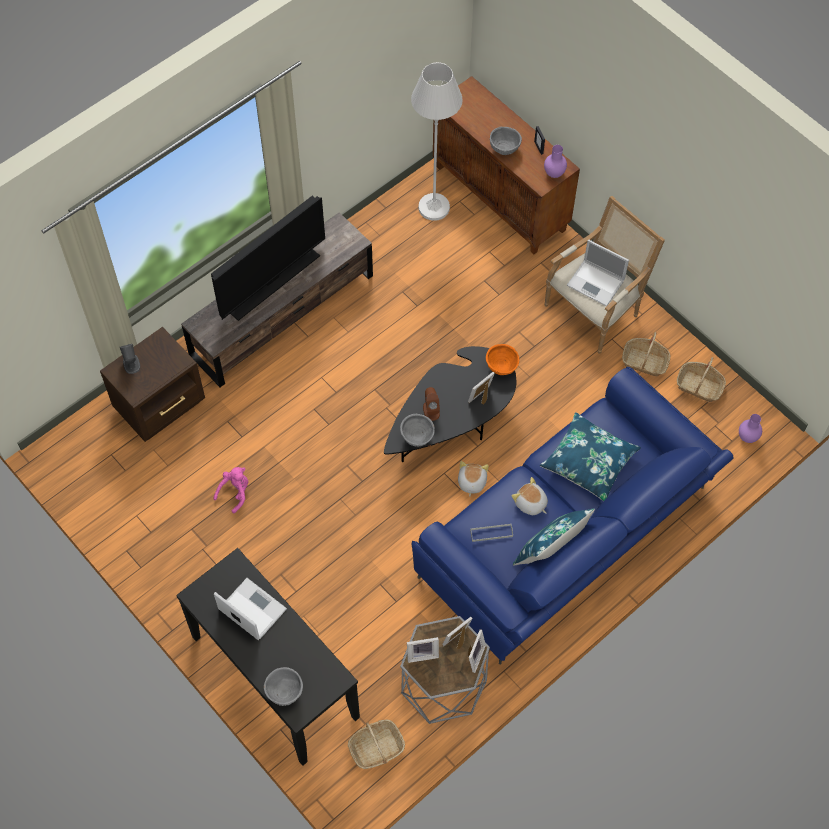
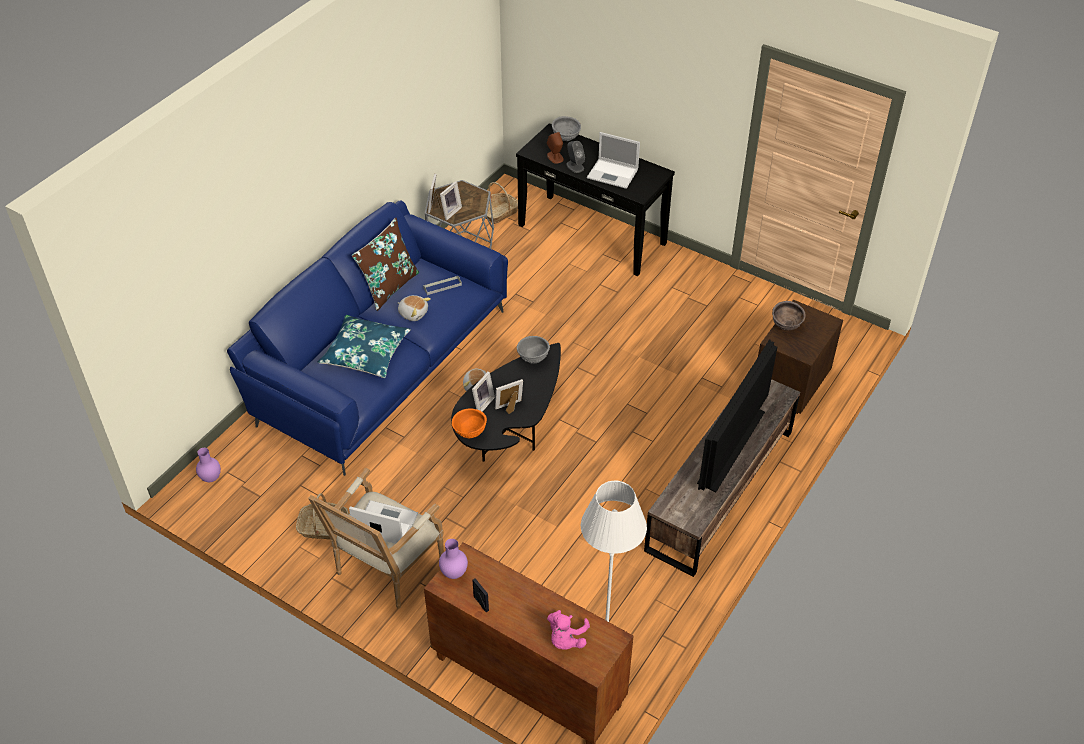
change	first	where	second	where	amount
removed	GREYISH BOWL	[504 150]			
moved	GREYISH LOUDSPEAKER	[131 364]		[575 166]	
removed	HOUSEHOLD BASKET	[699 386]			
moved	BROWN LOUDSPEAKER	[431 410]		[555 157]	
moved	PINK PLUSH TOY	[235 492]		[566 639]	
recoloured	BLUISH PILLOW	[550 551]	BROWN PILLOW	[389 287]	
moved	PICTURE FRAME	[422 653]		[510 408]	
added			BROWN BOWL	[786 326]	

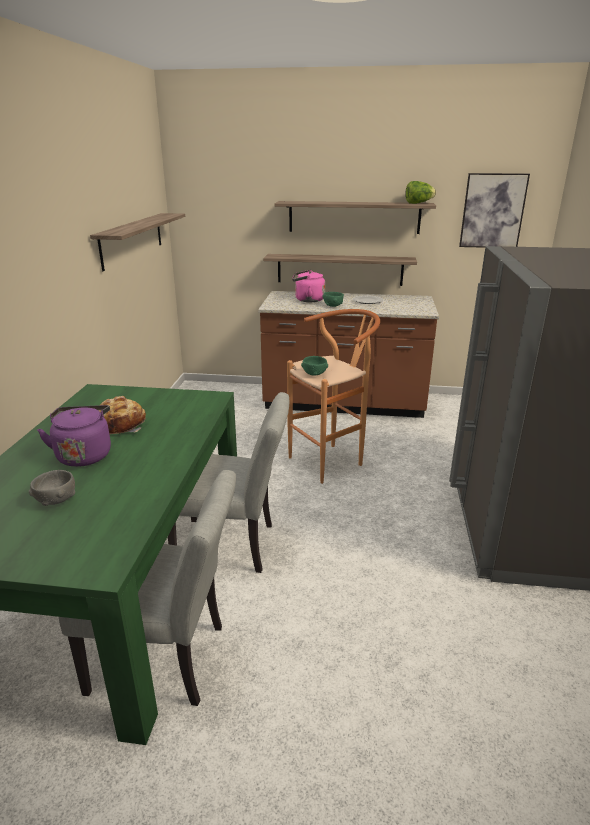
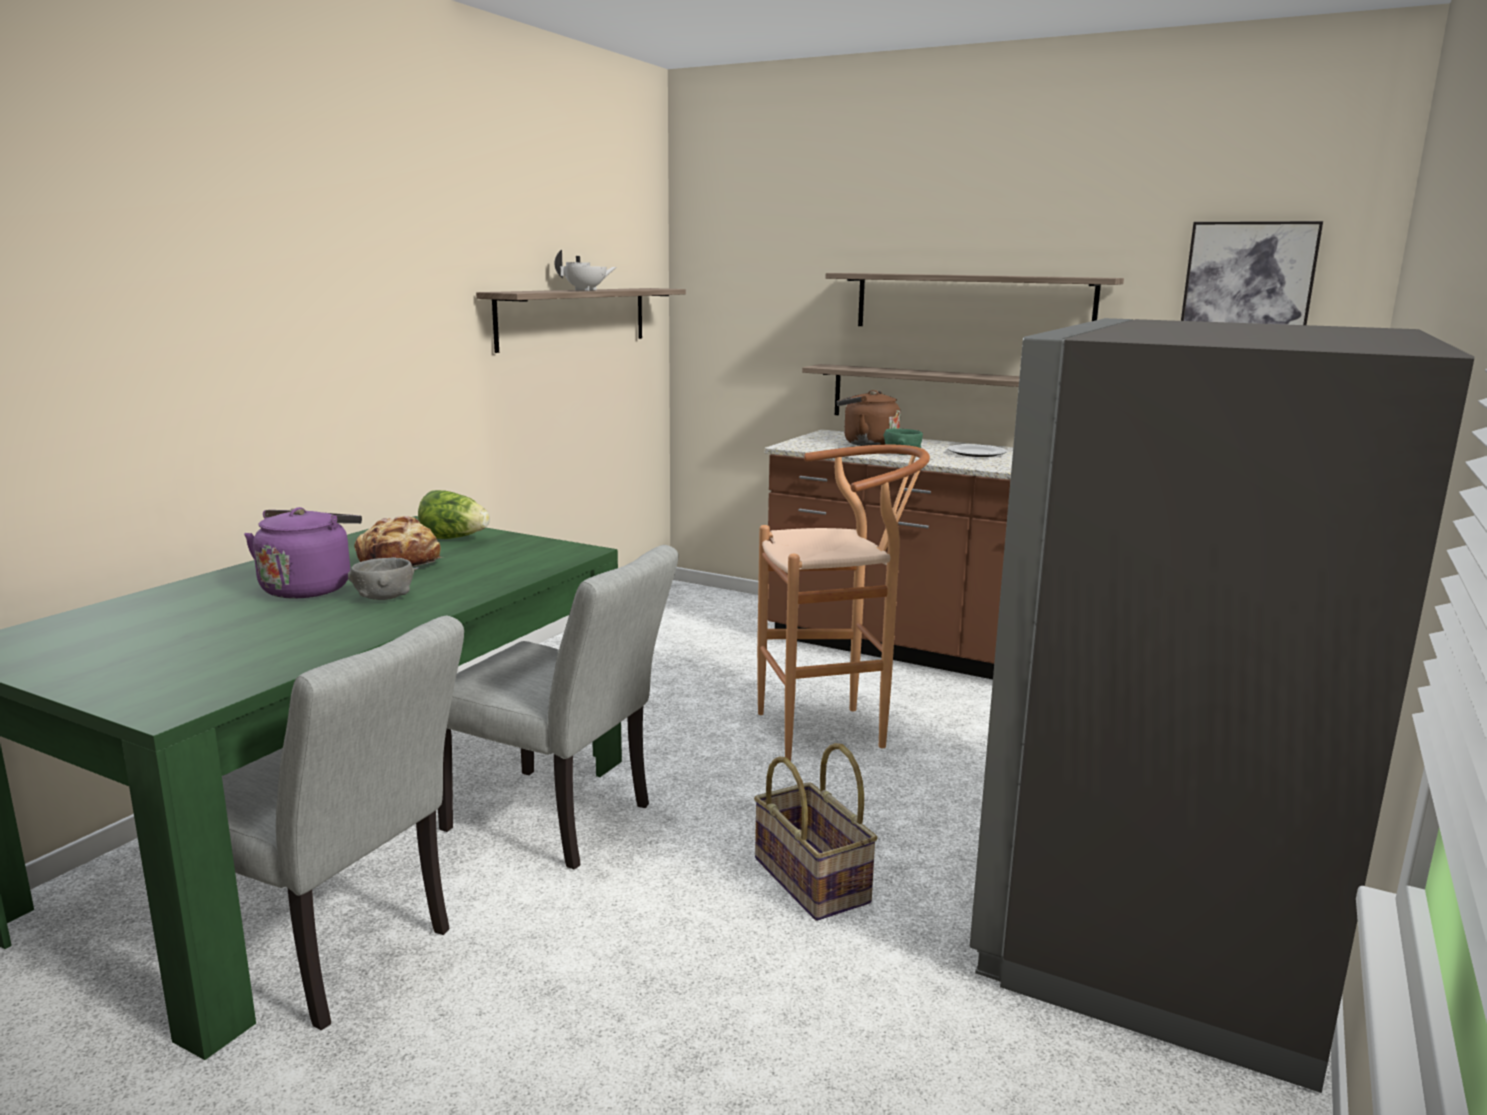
change	first	where	second	where	amount
moved	LETTUCE HEAD	[418 203]		[454 538]	
recoloured	PINK WATER KETTLE	[307 300]	BROWN WATER KETTLE	[866 444]	
removed	GREENISH BOWL	[314 374]			
moved	GREYISH BOWL	[56 500]		[384 598]	
added			WHITE TEAPOT	[586 290]	
added			HOUSEHOLD BASKET	[813 880]	

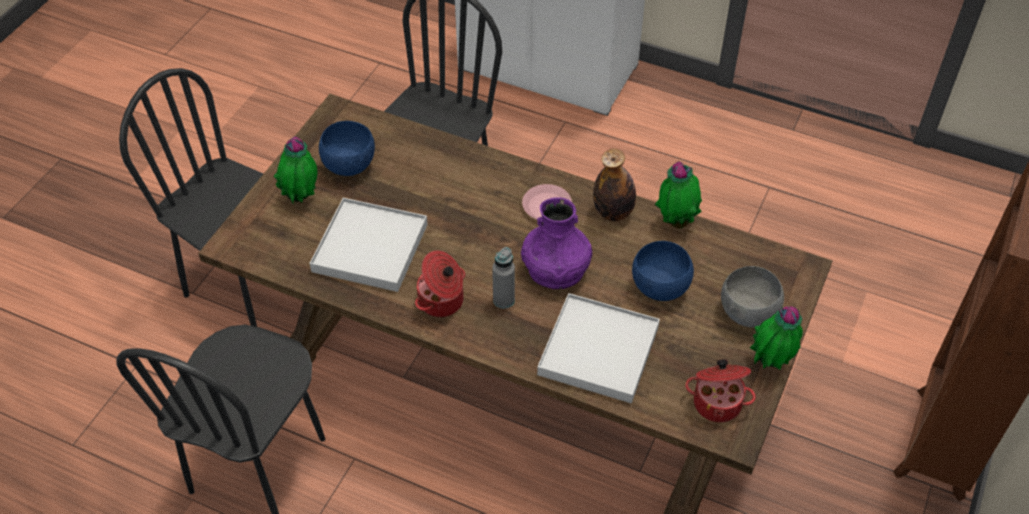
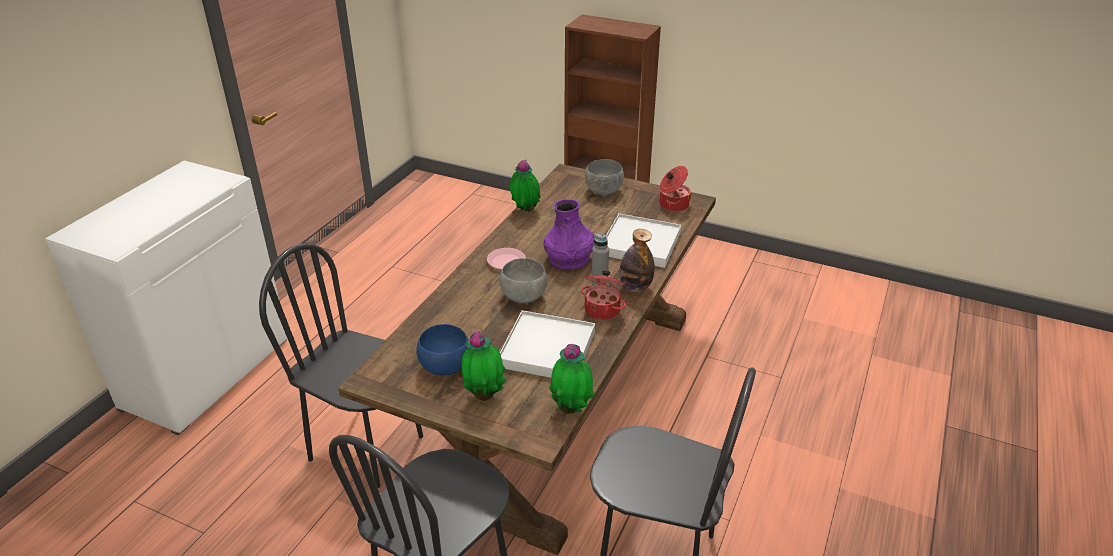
change	first	where	second	where	amount
moved	DRINK BOTTLE	[613 212]		[635 287]	
removed	BLUISH BOWL	[659 288]			
moved	POTTED PLANT	[770 364]		[571 409]	
added			GREYISH BOWL	[523 296]	

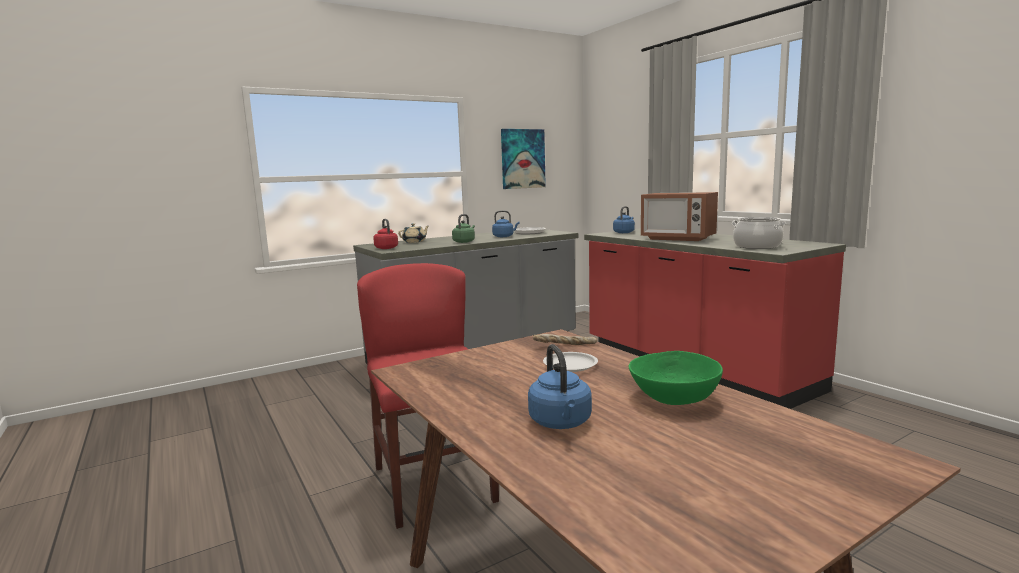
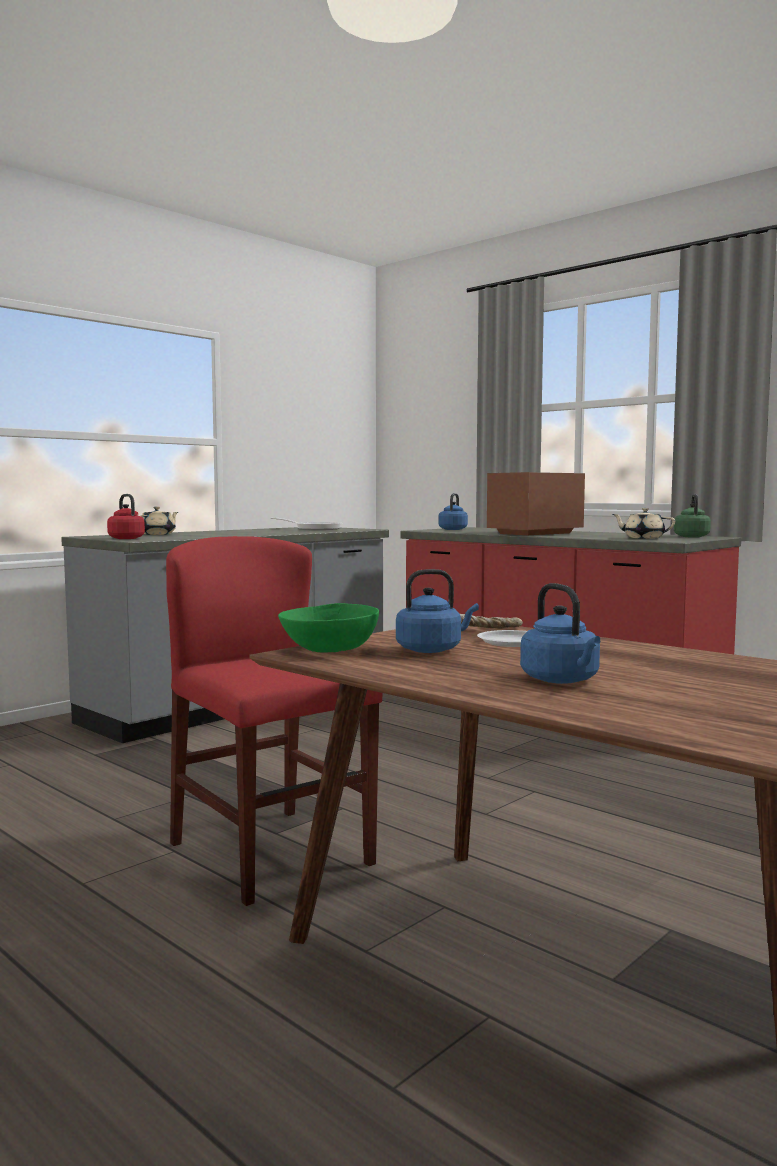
change	first	where	second	where	amount
removed	WALL PICTURE	[522 159]			
turned	KITCHEN MICROWAVE	[678 238]		[534 533]	120 degrees clockwise
moved	BLUISH WATER KETTLE	[504 236]		[432 649]	
moved	GREENISH WATER KETTLE	[464 242]		[691 536]	
replaced	SAUCEPOT	[756 246]	BEIGE TEAPOT	[643 538]	
moved	GREENISH BOWL	[674 398]		[329 649]	

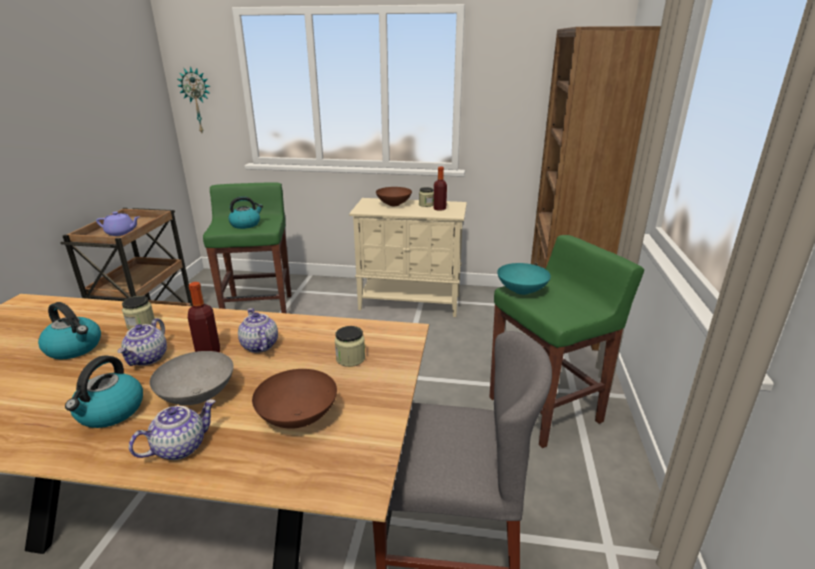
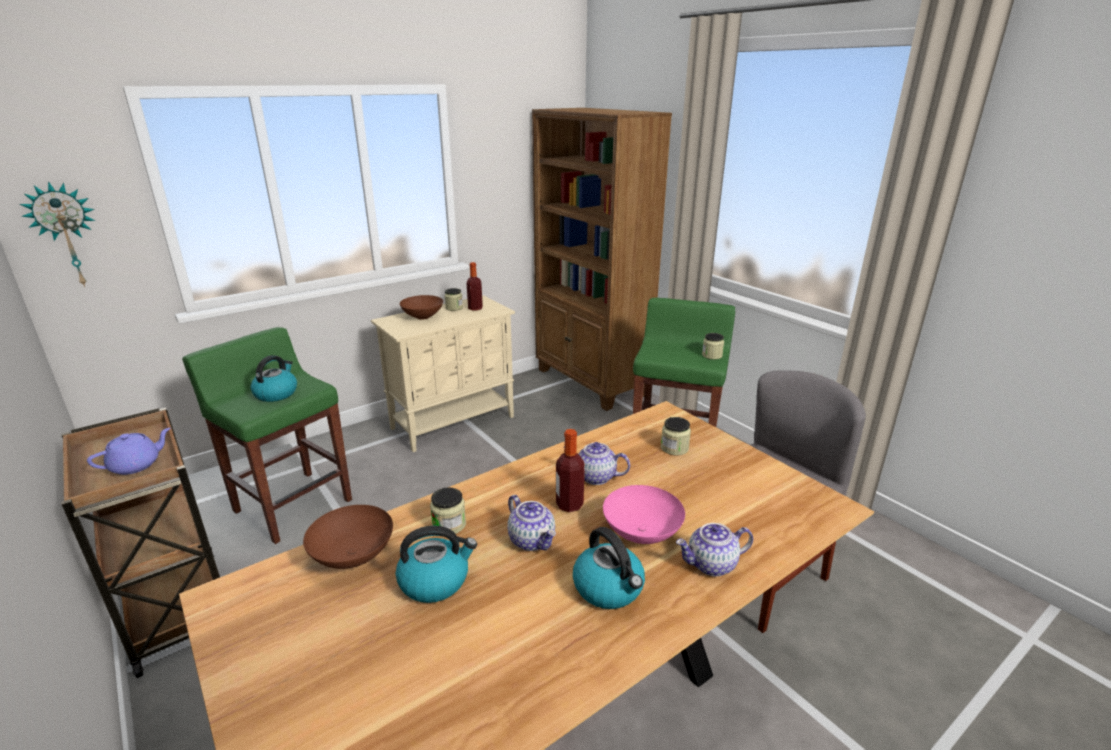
change	first	where	second	where	amount
removed	TURQUOISE BOWL	[521 290]			
recoloured	GREYISH BOWL	[196 396]	PINK BOWL	[641 534]	
moved	BROWN BOWL	[298 418]		[354 557]	
turned	TEAPOT	[180 447]		[711 565]	105 degrees counterclockwise
added			JAR	[712 355]	

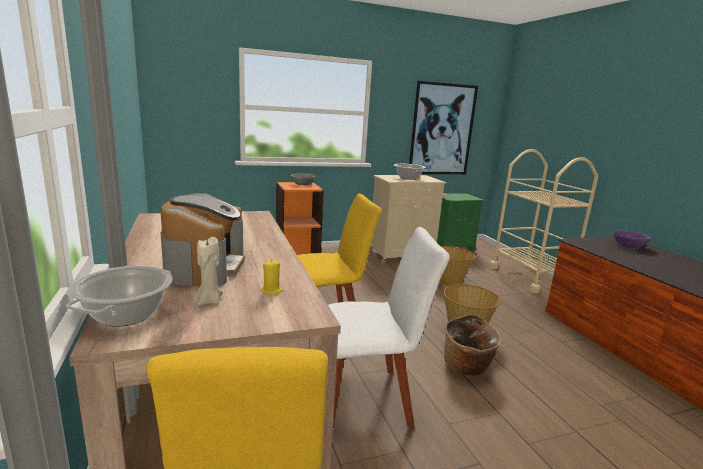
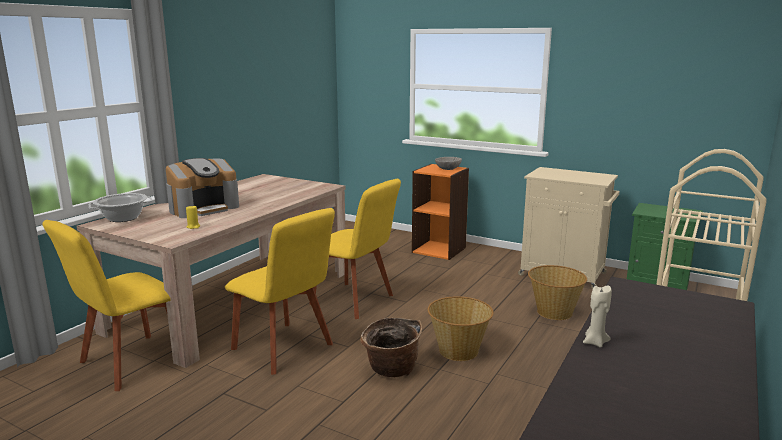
change	first	where	second	where	amount
removed	WALL PICTURE	[442 130]			
removed	SAUCEPOT	[408 178]			
recoloured	WHITE CHAIR	[369 398]	YELLOW-COLOURED CHAIR	[285 349]	
removed	PURPLISH BOWL	[629 246]			
moved	BEIGE WAX CANDLE	[209 301]		[595 342]	

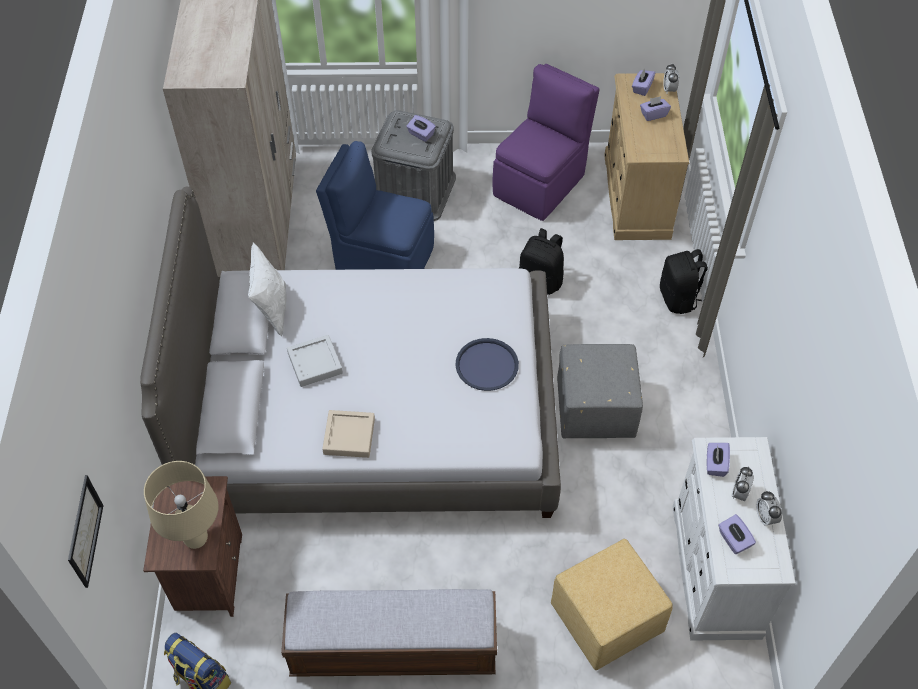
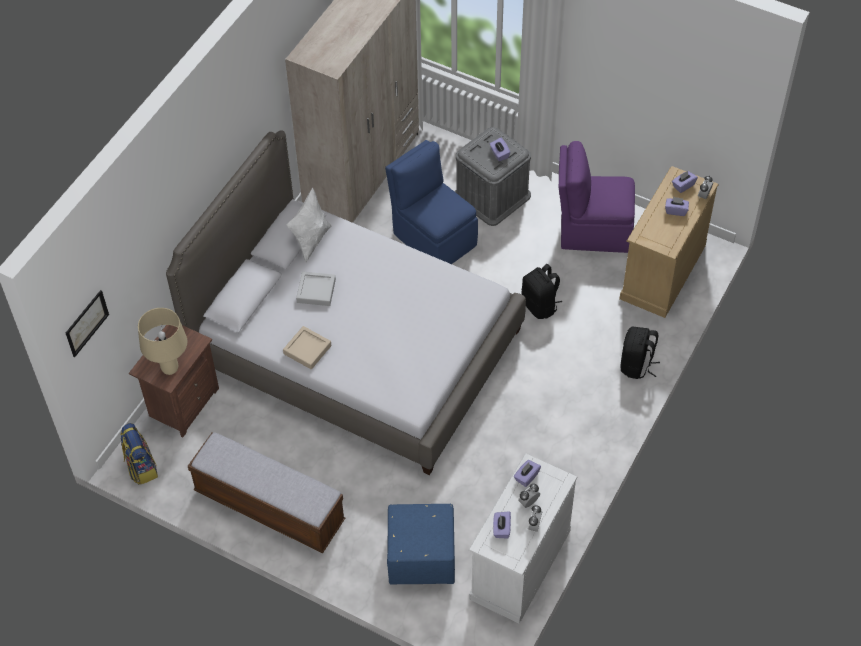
change	first	where	second	where	amount
turned	PURPLISH CHAIR	[541 183]		[593 230]	150 degrees counterclockwise
removed	BLUISH TRAY	[487 365]			
removed	GREYISH OTTOMAN	[594 409]			
recoloured	YELLOW-COLOURED OTTOMAN	[606 617]	BLUISH OTTOMAN	[422 556]	

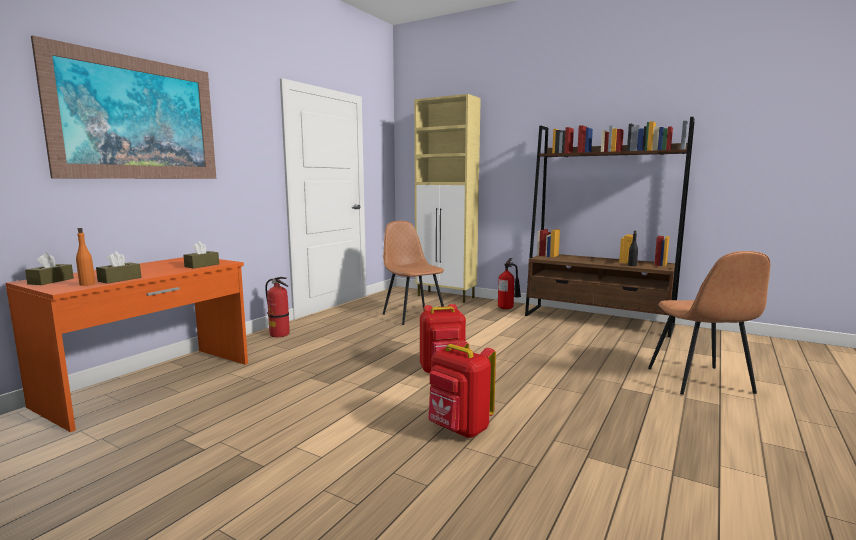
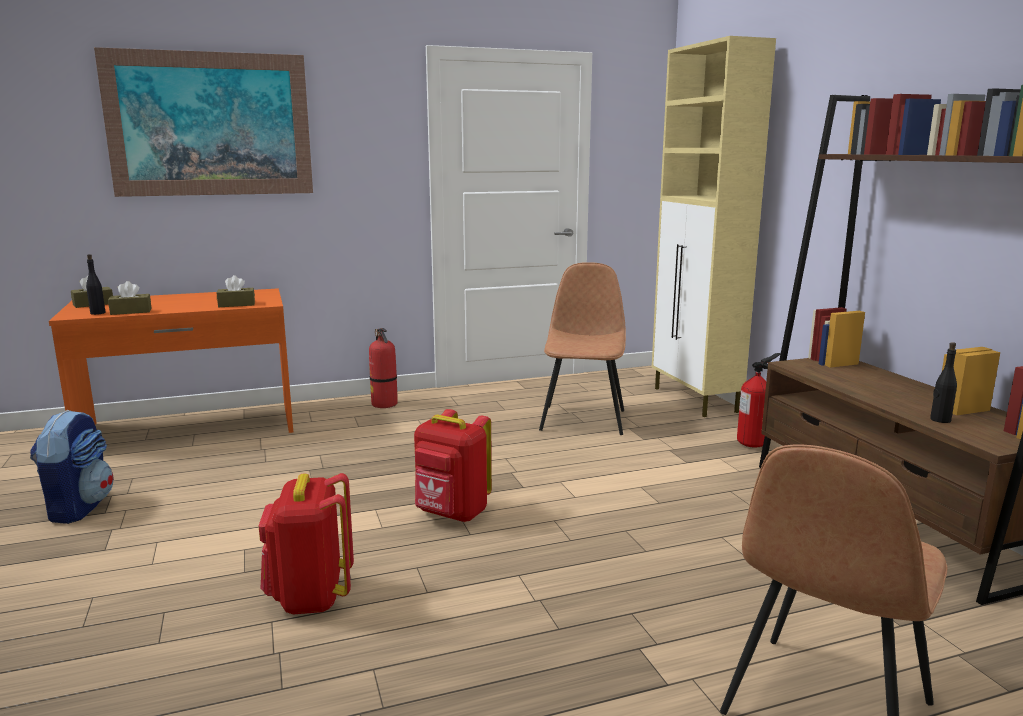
change	first	where	second	where	amount
recoloured	ORANGE-COLOURED DRINK BOTTLE	[87 284]	BLACK-COLOURED DRINK BOTTLE	[98 313]	
added			RUCKSACK	[79 507]	

